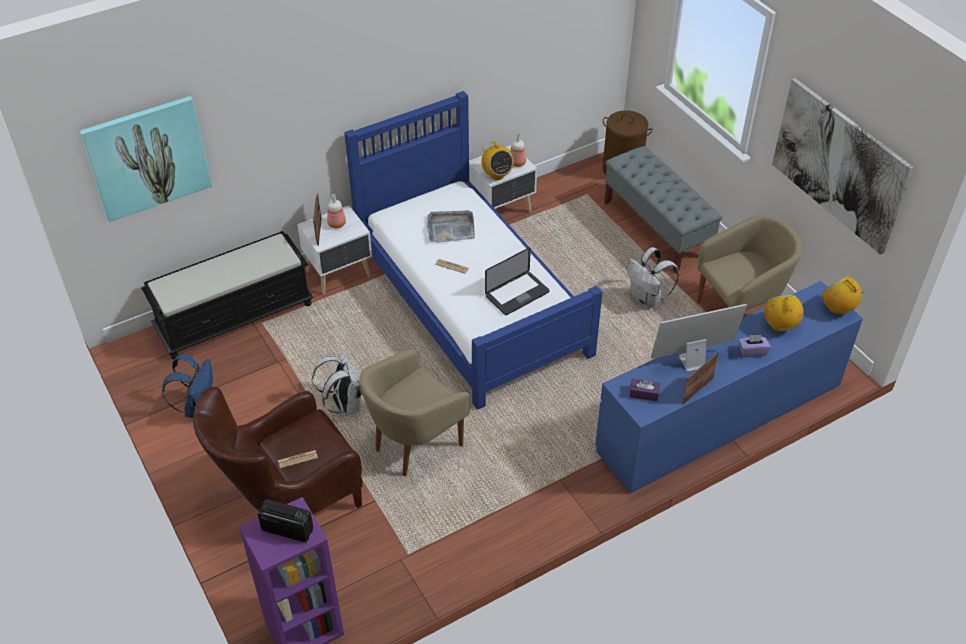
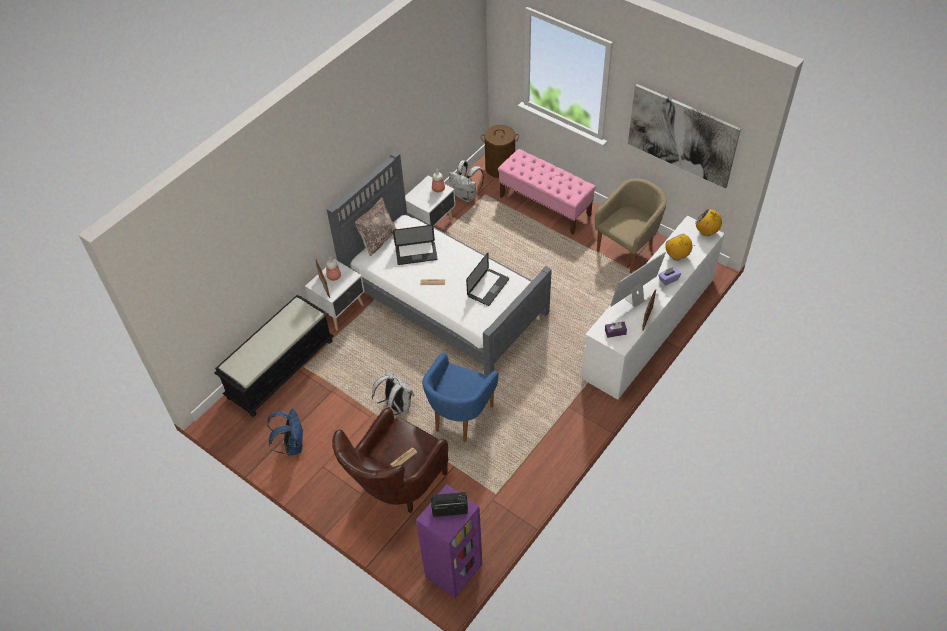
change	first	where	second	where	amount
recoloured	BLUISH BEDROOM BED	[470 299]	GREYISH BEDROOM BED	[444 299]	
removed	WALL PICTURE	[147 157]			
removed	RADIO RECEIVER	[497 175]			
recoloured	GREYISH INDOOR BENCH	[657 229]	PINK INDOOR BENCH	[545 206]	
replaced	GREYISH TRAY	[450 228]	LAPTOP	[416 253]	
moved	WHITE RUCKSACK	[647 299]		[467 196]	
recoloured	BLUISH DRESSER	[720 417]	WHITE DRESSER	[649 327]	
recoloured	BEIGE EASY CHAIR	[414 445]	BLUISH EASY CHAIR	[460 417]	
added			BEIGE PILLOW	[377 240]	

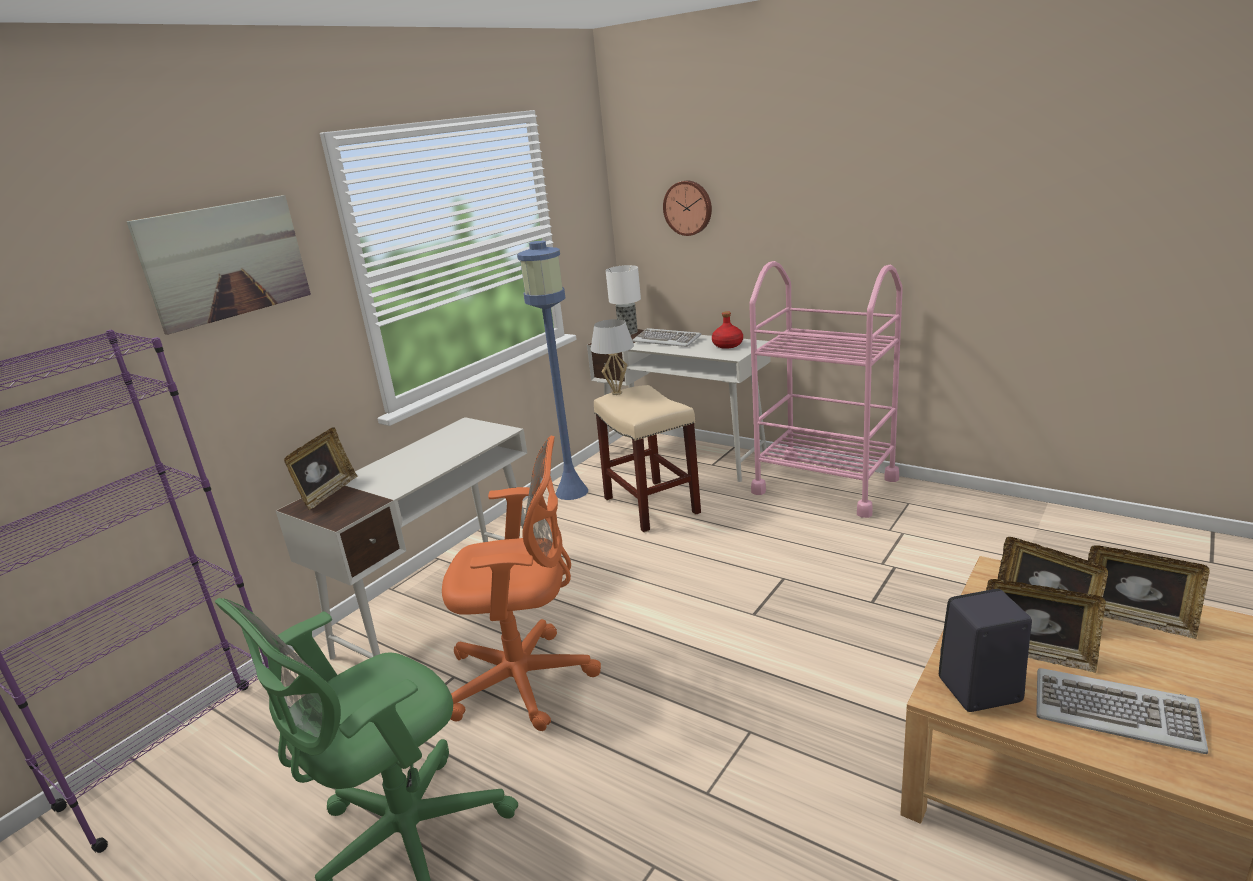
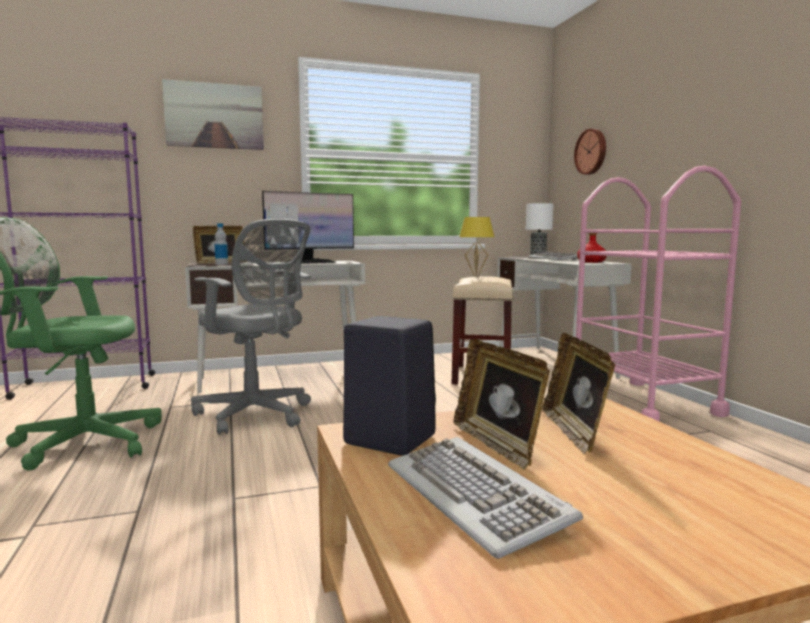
change	first	where	second	where	amount
removed	BLUISH FLOOR LAMP	[572 492]			
recoloured	WHITE TABLE LAMP	[617 393]	YELLOW-COLOURED TABLE LAMP	[476 276]	
recoloured	ORANGE-COLOURED OFFICE CHAIR	[527 680]	GREYISH OFFICE CHAIR	[256 415]	
removed	PICTURE FRAME	[1136 620]			
added			COMPUTER SCREEN	[310 262]	
added			DRINK BOTTLE	[221 264]	

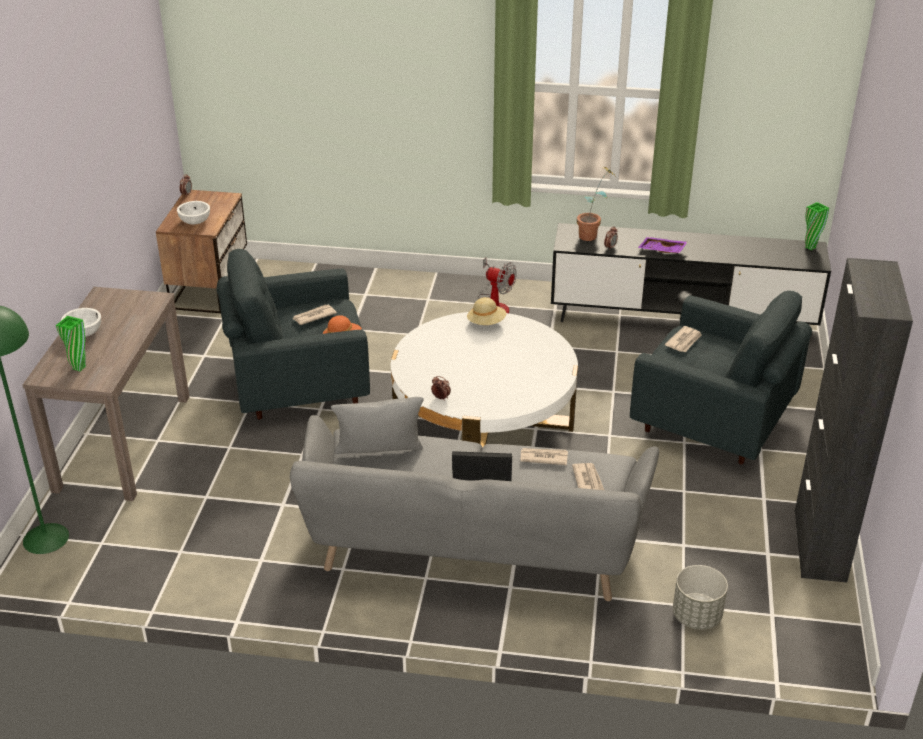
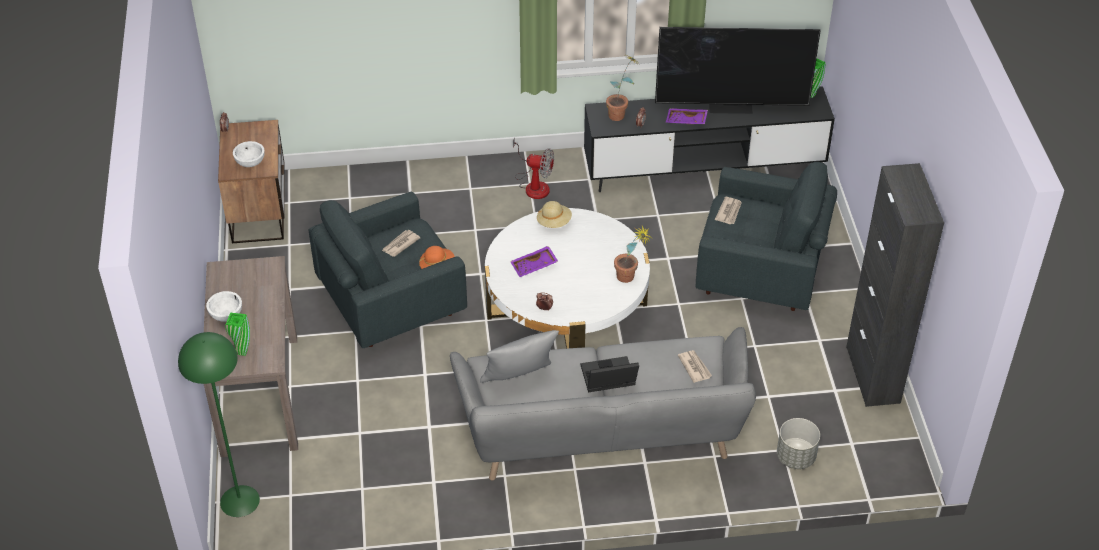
change	first	where	second	where	amount
removed	DAILY PAPER	[543 457]			
added			TELEVISION	[731 105]	
added			POTTED PLANT	[629 279]	
added			PURPLISH TRAY	[534 266]	

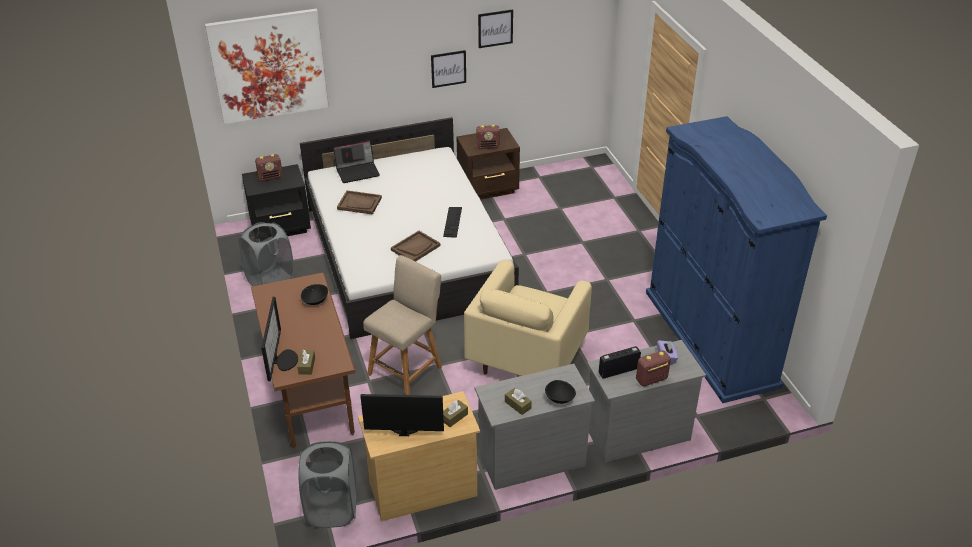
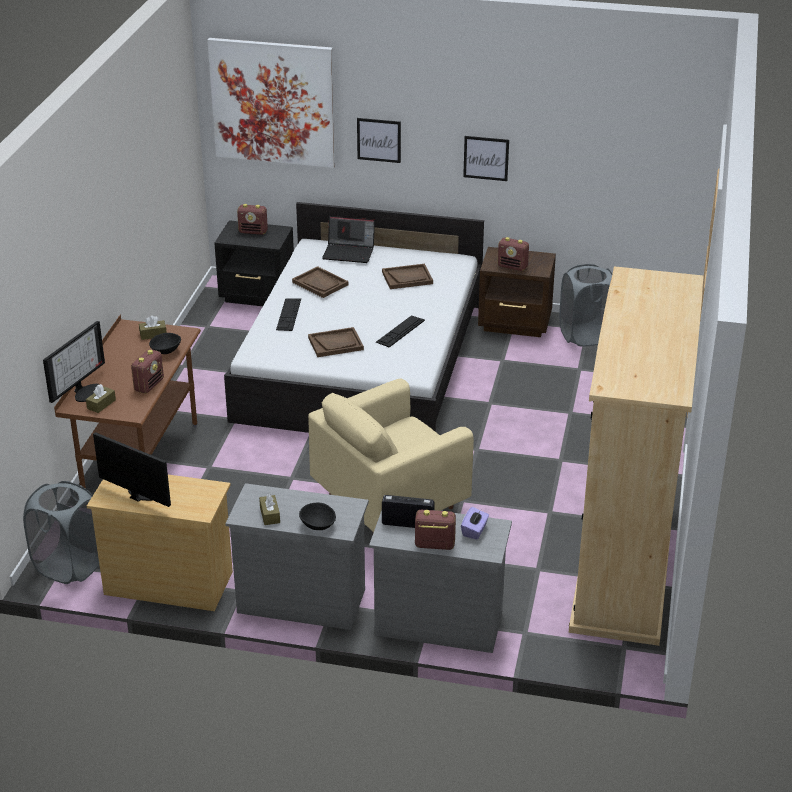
change	first	where	second	where	amount
moved	WALL PICTURE	[495 28]		[379 140]	
recoloured	BLUISH ARMOIRE	[710 338]	BEIGE ARMOIRE	[624 562]	
moved	GREYISH LAUNDRY BASKET	[271 281]		[585 335]	
removed	BEIGE CHAIR	[407 369]			
moved	BROWN TISSUE BOX	[454 417]		[153 334]	
added			BROWN TRAY	[407 278]	
added			PC KEYBOARD	[288 314]	
added			RADIO RECEIVER	[149 385]	

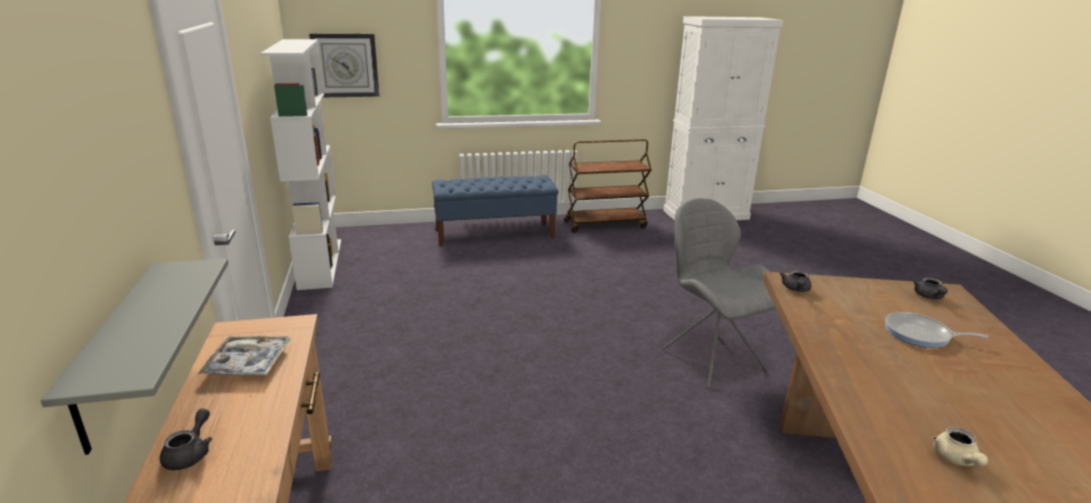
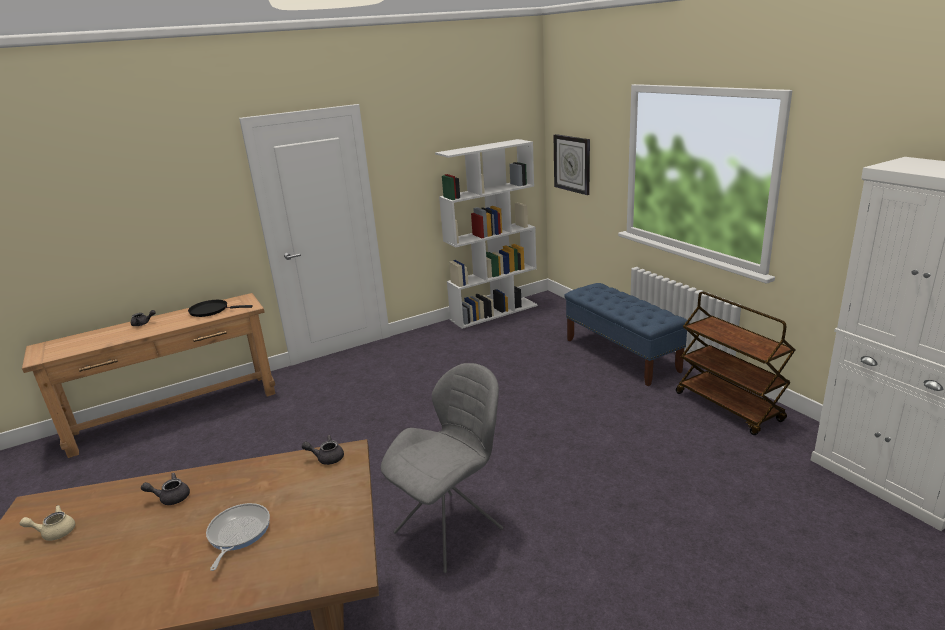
change	first	where	second	where	amount
removed	GREYISH SHELF	[117 354]			
moved	GREYISH TEAPOT	[929 297]		[171 497]	
replaced	TRAY	[248 363]	BLACK-COLOURED SKILLET	[211 310]	

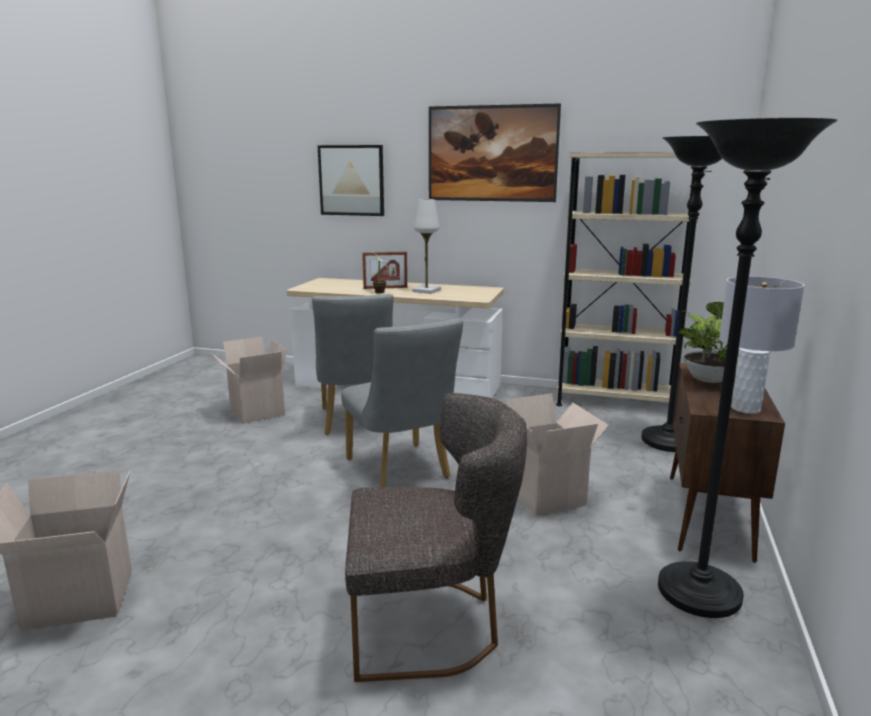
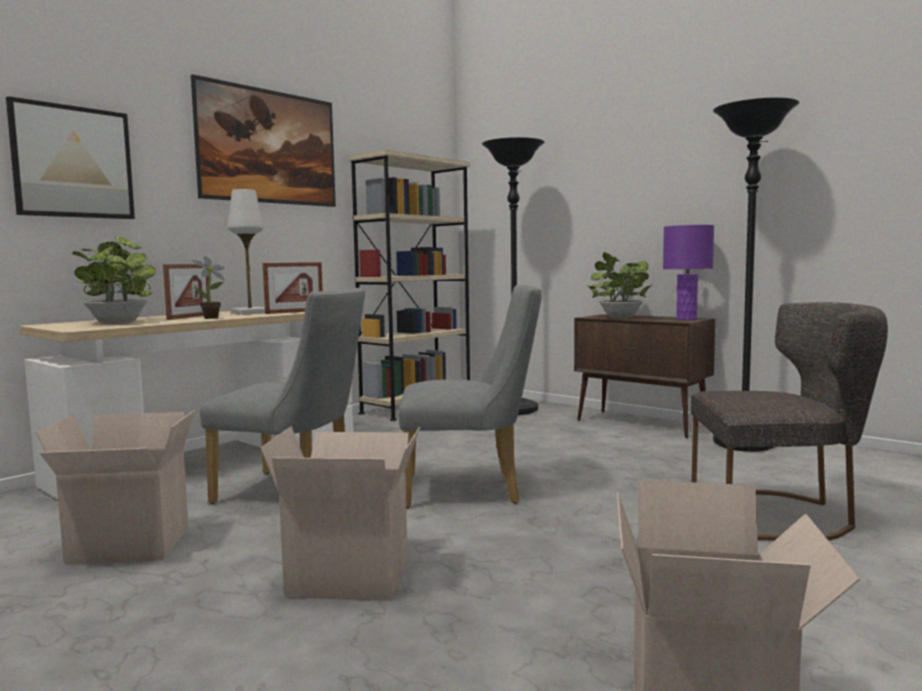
change	first	where	second	where	amount
recoloured	GREYISH TABLE LAMP	[745 409]	PURPLISH TABLE LAMP	[686 319]	
turned	GREYISH CHAIR	[432 625]		[779 515]	75 degrees clockwise
moved	CARDBOARD BOX	[548 495]		[352 575]	
added			POTTED PLANT	[118 322]	
added			PICTURE FRAME	[294 312]	

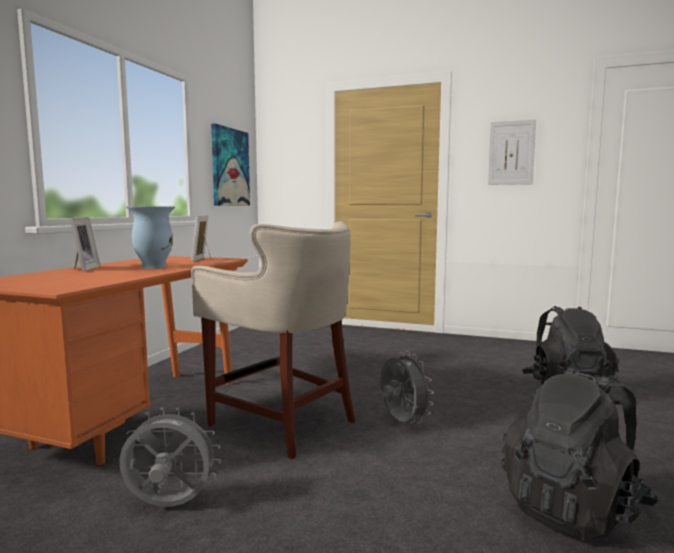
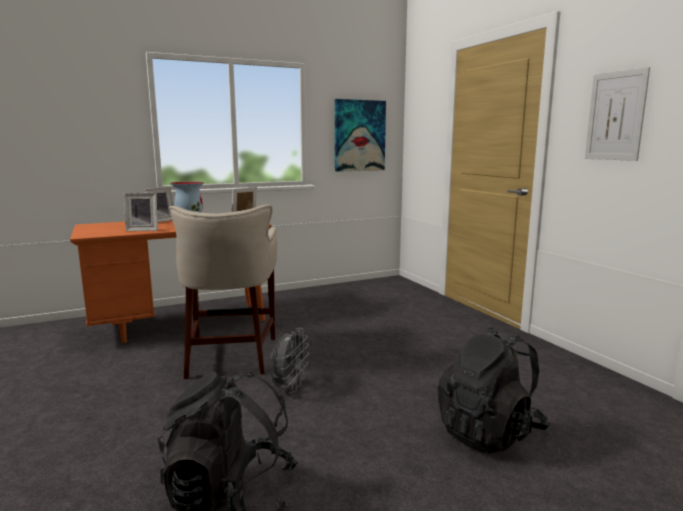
change	first	where	second	where	amount
removed	GREYISH FAN	[169 506]			
added			PICTURE FRAME	[143 230]	

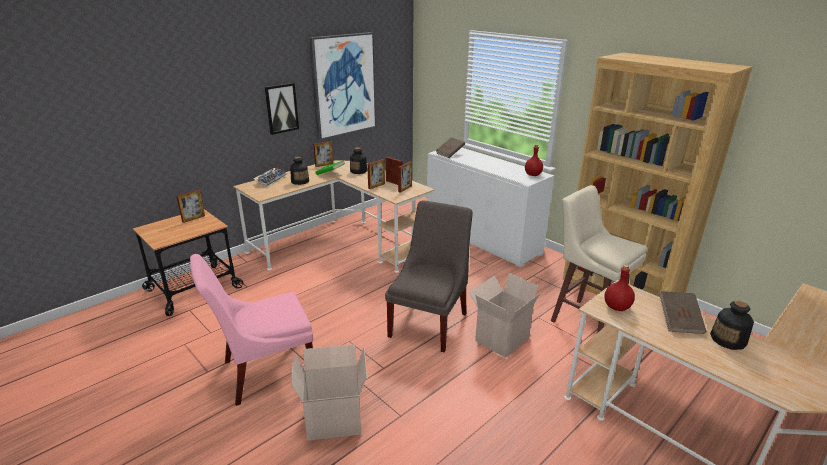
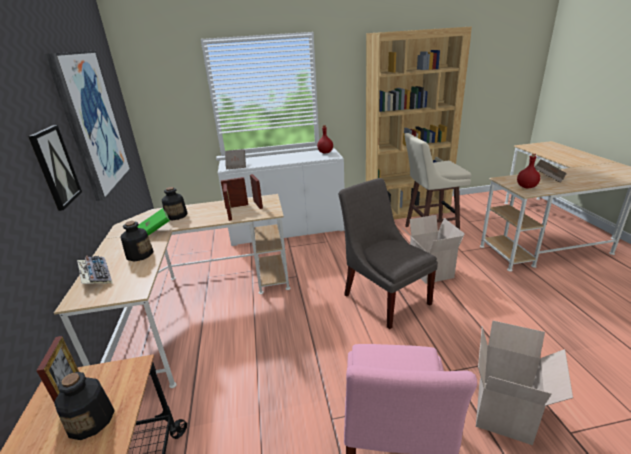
change	first	where	second	where	amount
removed	PICTURE FRAME	[324 165]			
moved	DRINK BOTTLE	[728 340]		[92 420]	

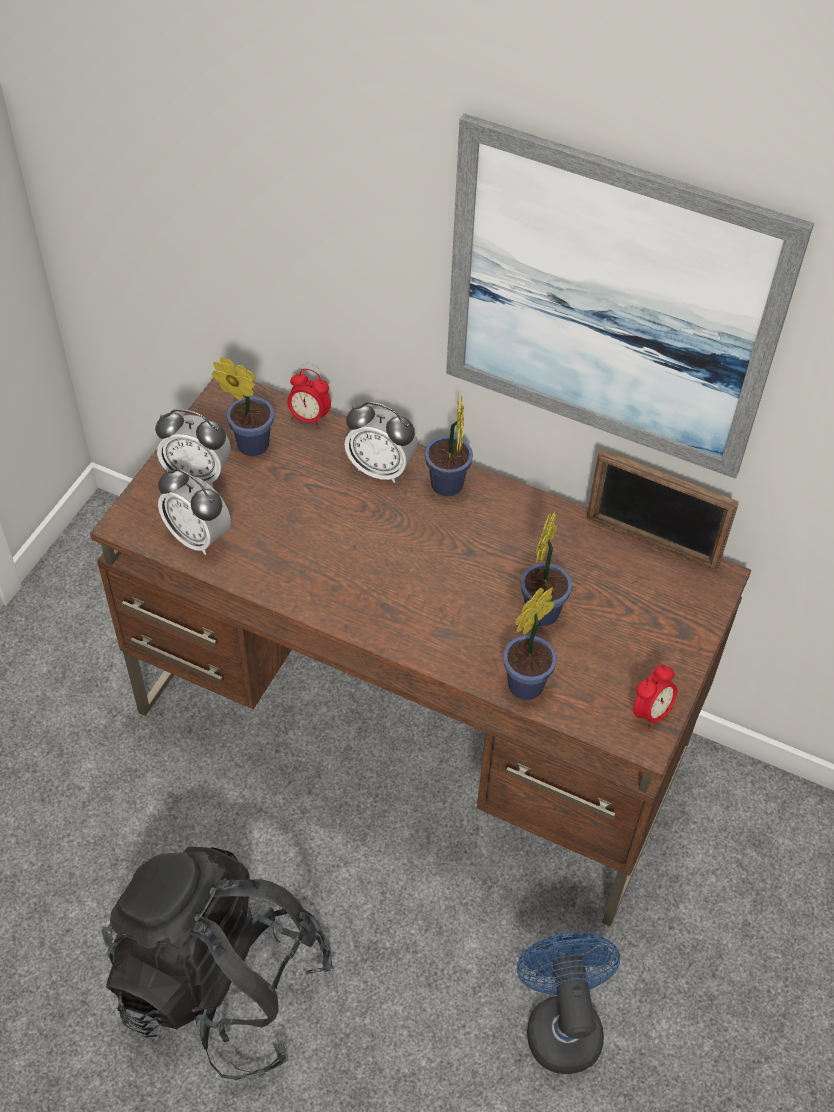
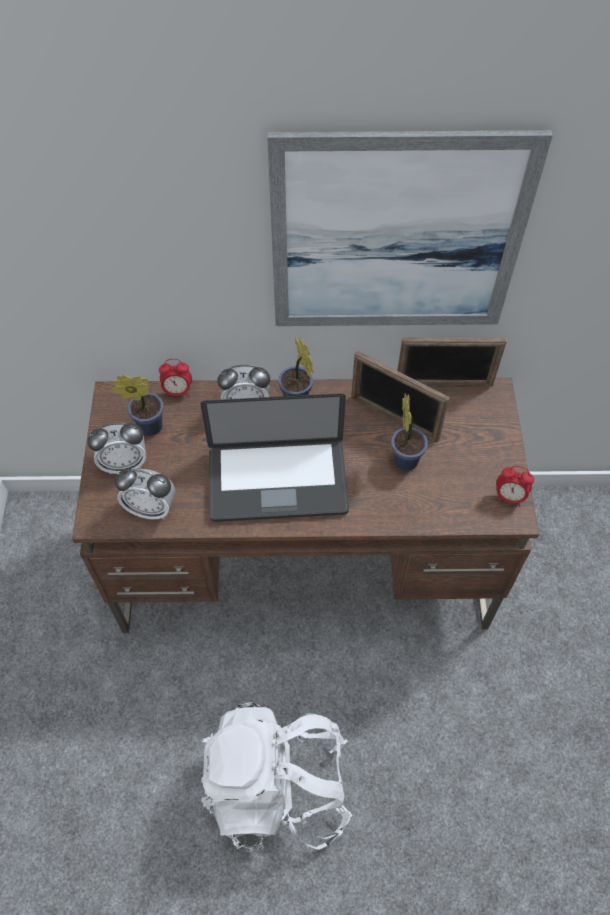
change	first	where	second	where	amount
removed	POTTED PLANT	[529 682]			
turned	BEDSIDE CLOCK	[651 713]		[509 497]	90 degrees clockwise
recoloured	BLACK-COLOURED RUCKSACK	[221 983]	WHITE RUCKSACK	[277 785]	
removed	BLUISH FAN	[561 1022]			
added			PICTURE FRAME	[394 418]	
added			LAPTOP	[277 482]	

